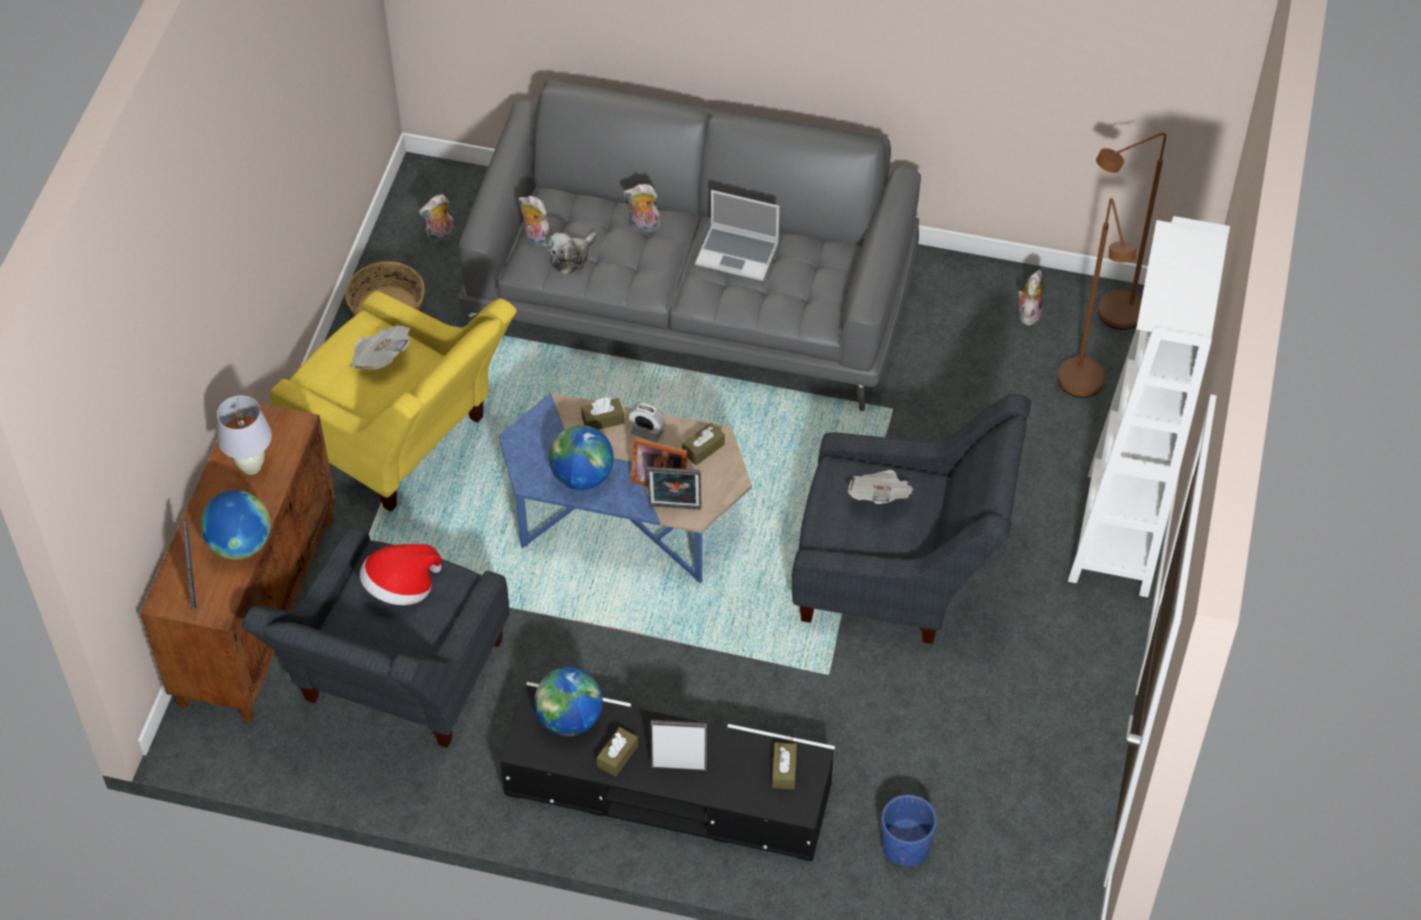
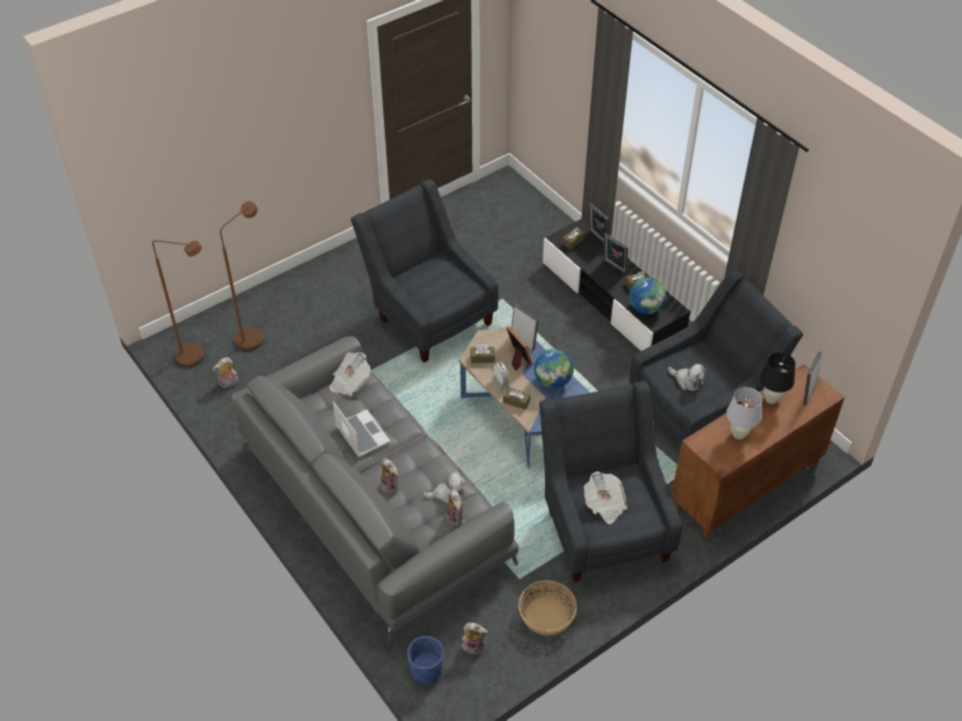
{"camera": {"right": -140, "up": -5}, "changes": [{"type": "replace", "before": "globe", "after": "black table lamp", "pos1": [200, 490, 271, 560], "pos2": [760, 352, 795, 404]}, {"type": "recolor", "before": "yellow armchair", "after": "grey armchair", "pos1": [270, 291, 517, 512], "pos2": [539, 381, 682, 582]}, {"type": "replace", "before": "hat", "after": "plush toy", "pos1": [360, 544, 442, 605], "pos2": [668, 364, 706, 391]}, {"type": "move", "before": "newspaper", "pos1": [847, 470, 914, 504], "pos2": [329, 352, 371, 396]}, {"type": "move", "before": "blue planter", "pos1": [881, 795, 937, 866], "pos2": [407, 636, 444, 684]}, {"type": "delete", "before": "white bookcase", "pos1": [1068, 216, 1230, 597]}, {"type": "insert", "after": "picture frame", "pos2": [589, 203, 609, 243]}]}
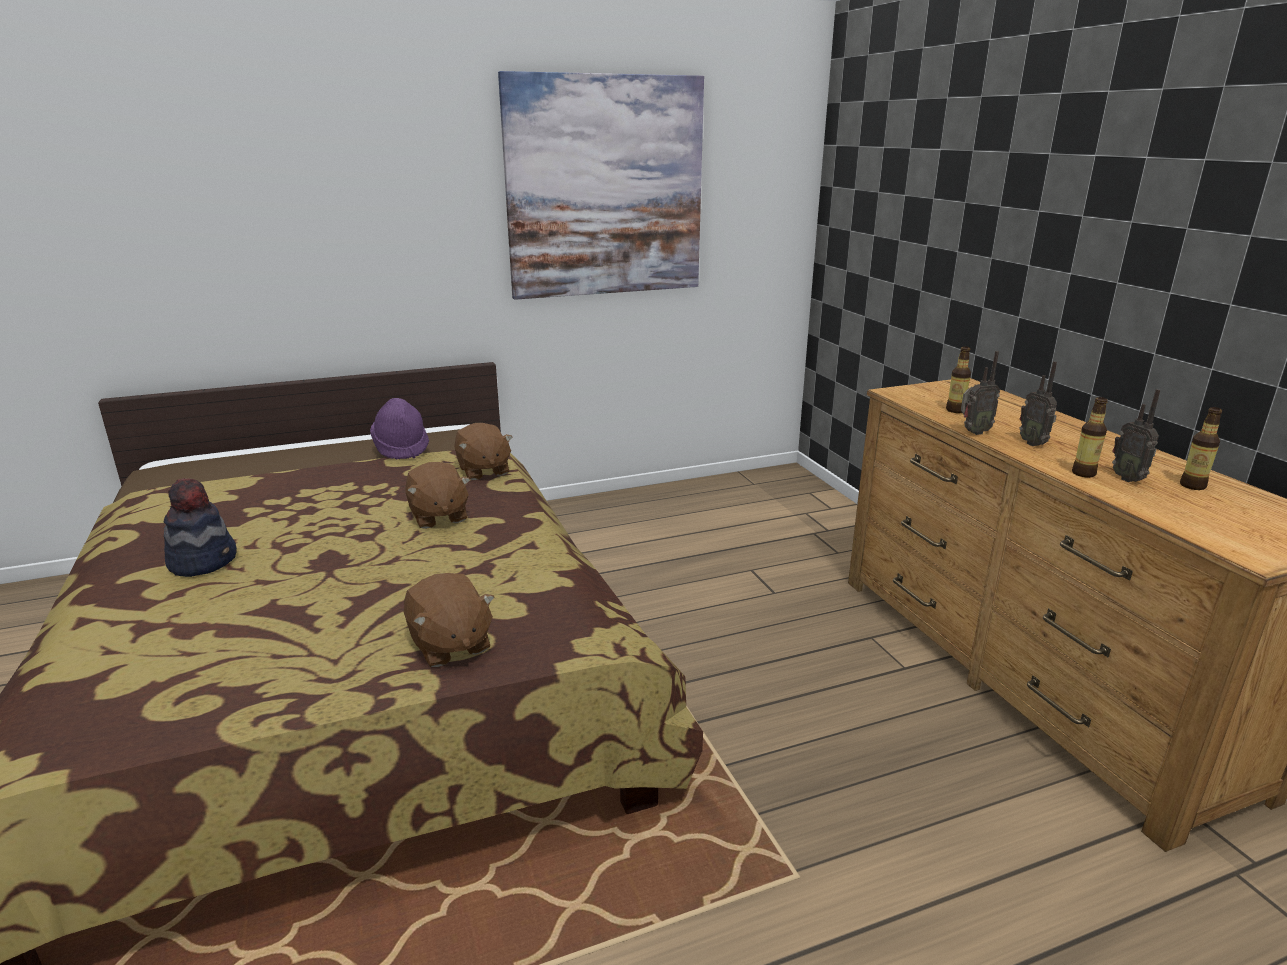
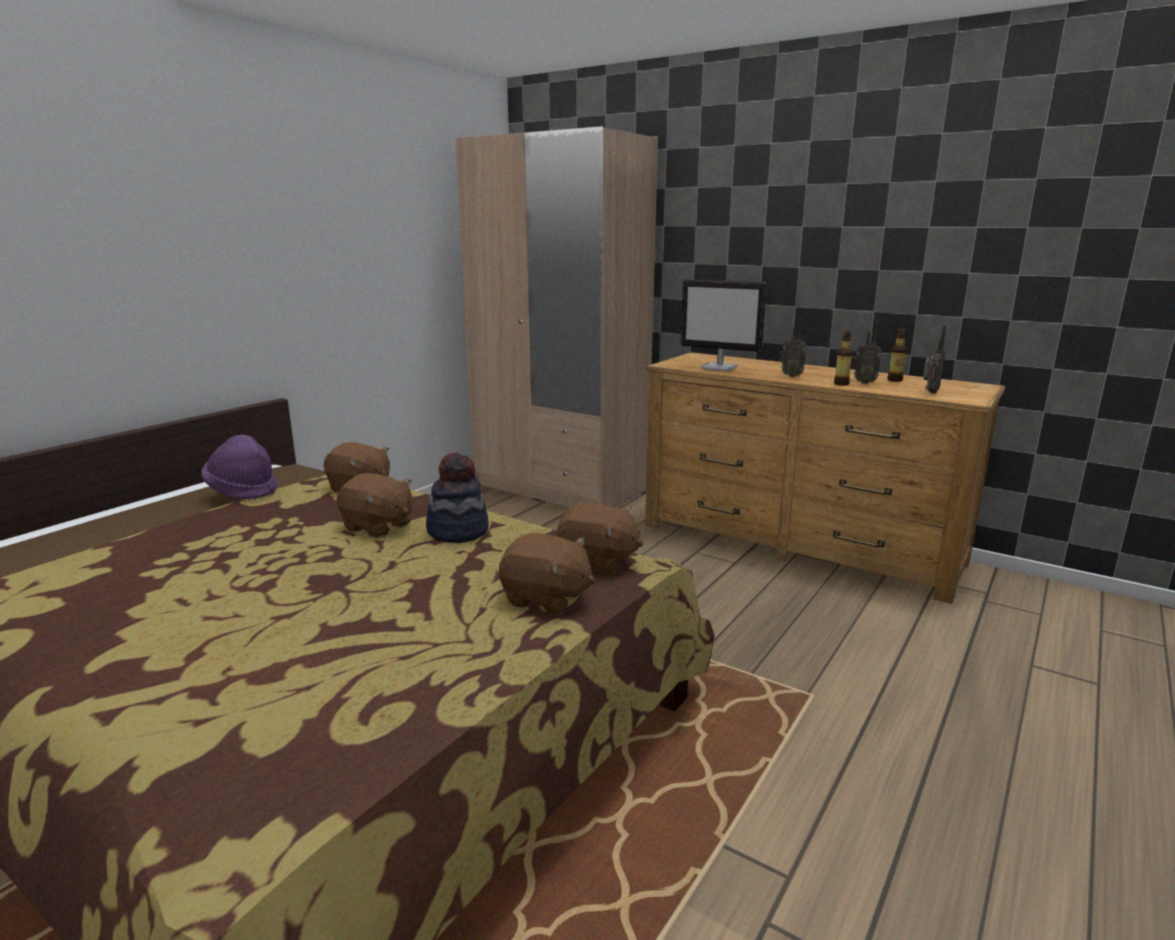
{"camera": {"right": -35, "up": -5}, "changes": [{"type": "move", "before": "hat", "pos1": [164, 478, 237, 577], "pos2": [426, 452, 489, 543]}, {"type": "delete", "before": "picture", "pos1": [498, 71, 704, 300]}, {"type": "replace", "before": "bottle", "after": "monitor", "pos1": [946, 346, 971, 413], "pos2": [680, 279, 767, 371]}, {"type": "move", "before": "radio", "pos1": [961, 351, 1000, 435], "pos2": [923, 325, 946, 394]}, {"type": "insert", "after": "beige wardrobe", "pos2": [456, 126, 658, 508]}, {"type": "insert", "after": "brown plush toy", "pos2": [556, 503, 643, 574]}]}
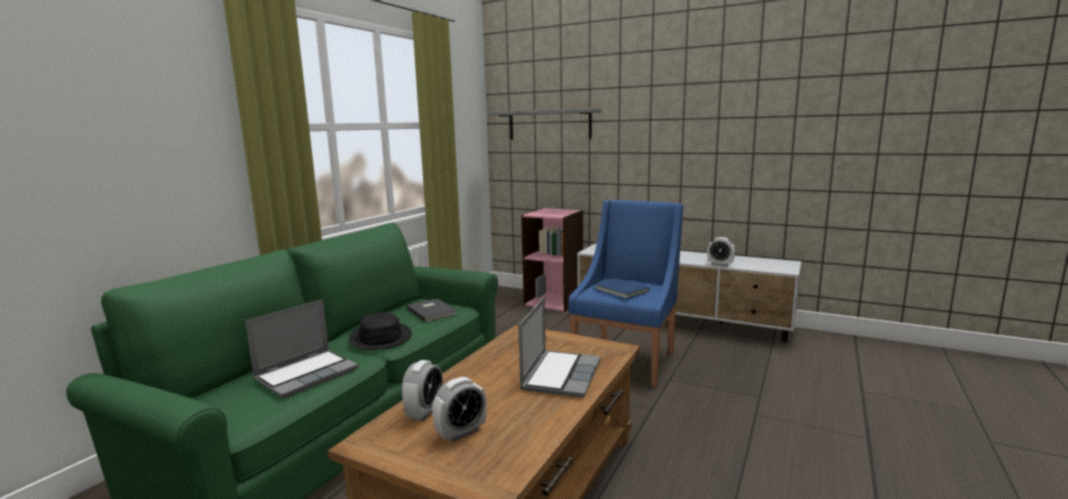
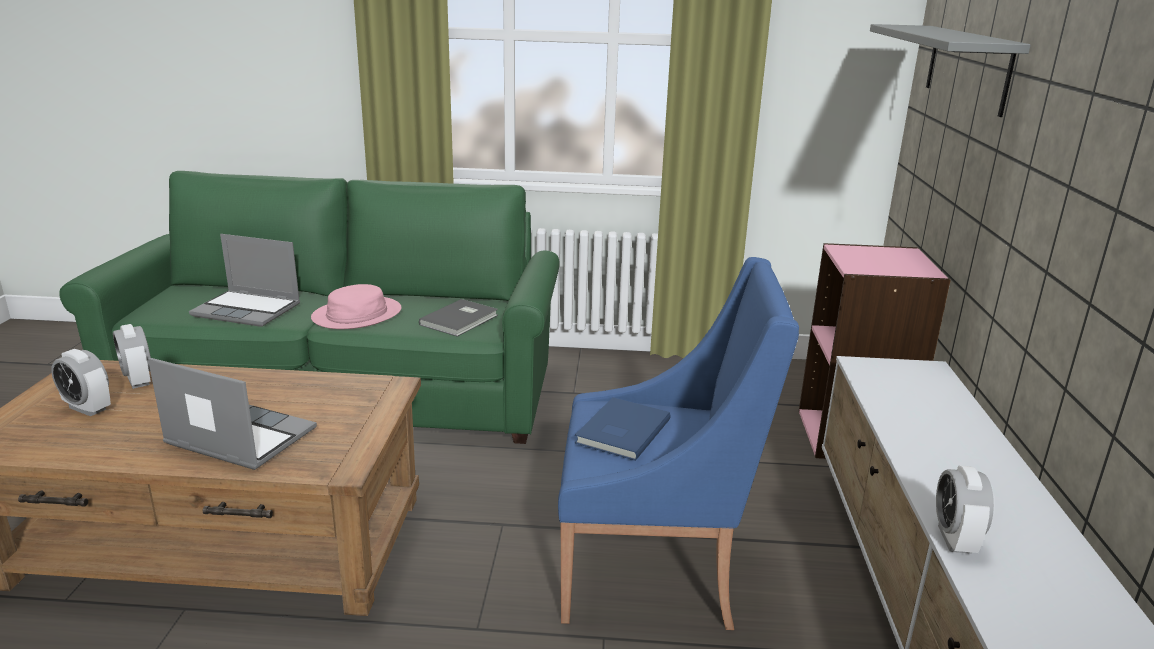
{"camera": {"right": 65, "up": 10}, "changes": [{"type": "recolor", "before": "black hat", "after": "pink hat", "pos1": [349, 312, 412, 350], "pos2": [311, 284, 402, 329]}, {"type": "rotate", "before": "alarm clock", "pos1": [401, 360, 443, 421], "pos2": [113, 324, 151, 389], "turn": 60}, {"type": "rotate", "before": "laptop", "pos1": [518, 297, 601, 398], "pos2": [148, 357, 317, 470], "turn": -150}]}
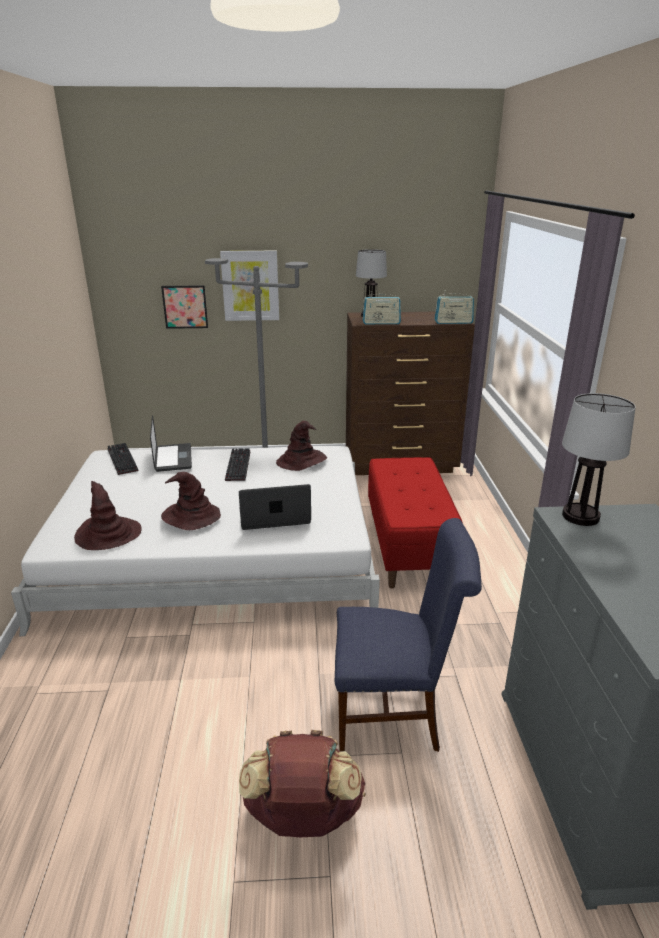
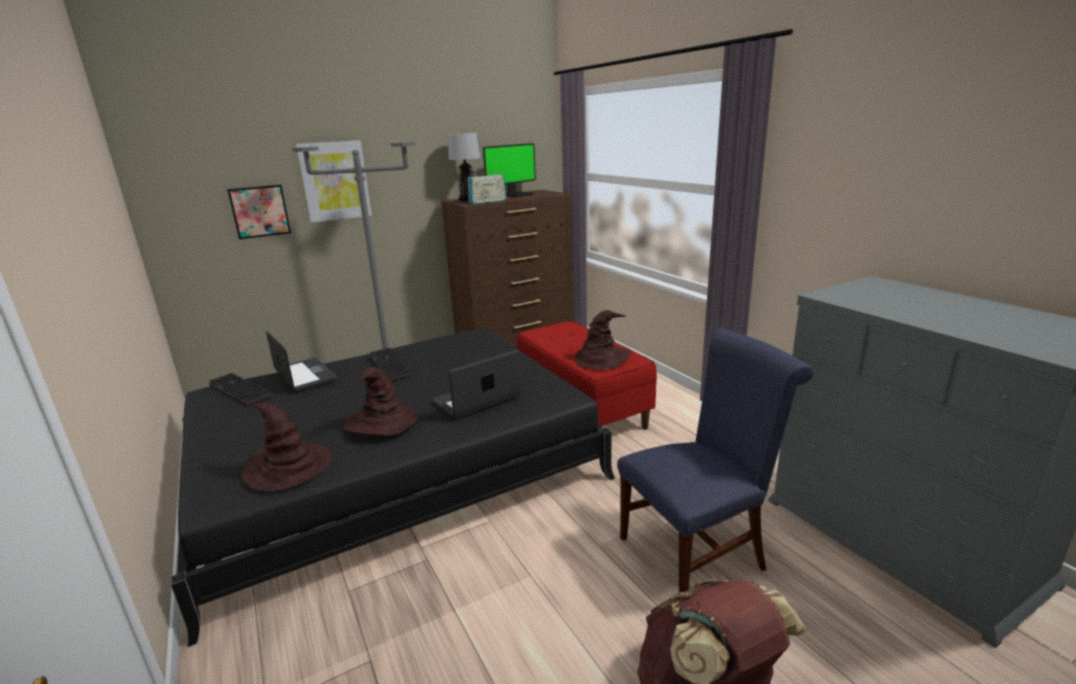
{"camera": {"right": -25, "up": -5}, "changes": [{"type": "recolor", "before": "white bed", "after": "black bed", "pos1": [11, 446, 380, 636], "pos2": [171, 329, 615, 647]}, {"type": "move", "before": "brown hat", "pos1": [276, 421, 327, 471], "pos2": [574, 310, 631, 370]}, {"type": "delete", "before": "radio", "pos1": [434, 293, 474, 324]}, {"type": "delete", "before": "table lamp", "pos1": [562, 393, 636, 526]}, {"type": "insert", "after": "monitor", "pos2": [483, 143, 536, 197]}]}
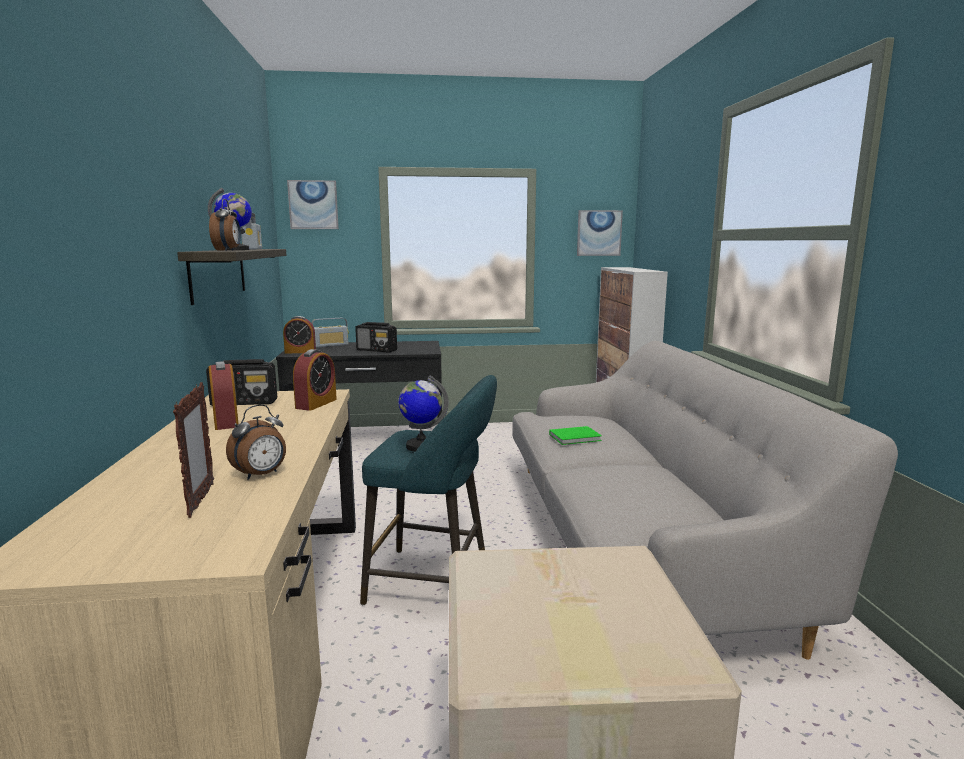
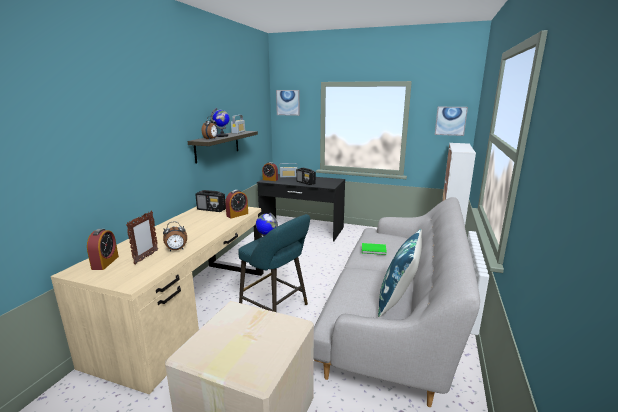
{"camera": {"right": 25, "up": 5}, "changes": [{"type": "move", "before": "alarm clock", "pos1": [209, 361, 238, 430], "pos2": [87, 229, 119, 270]}, {"type": "insert", "after": "blue pillow", "pos2": [378, 229, 422, 317]}]}
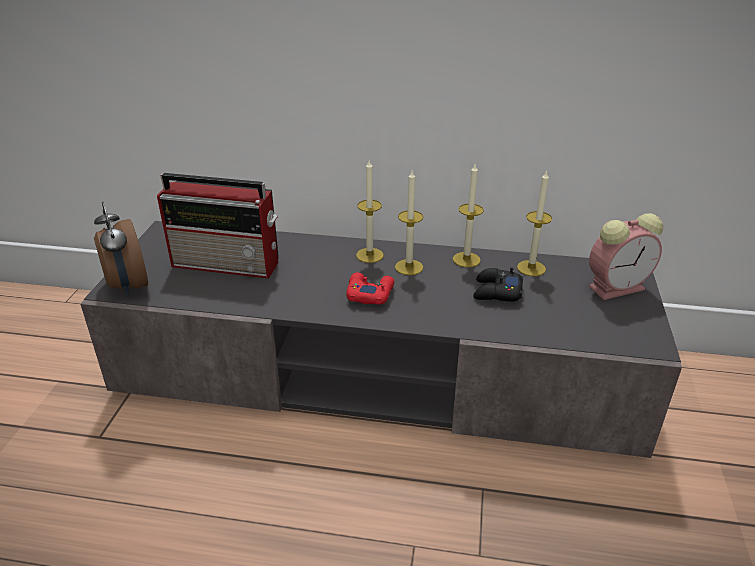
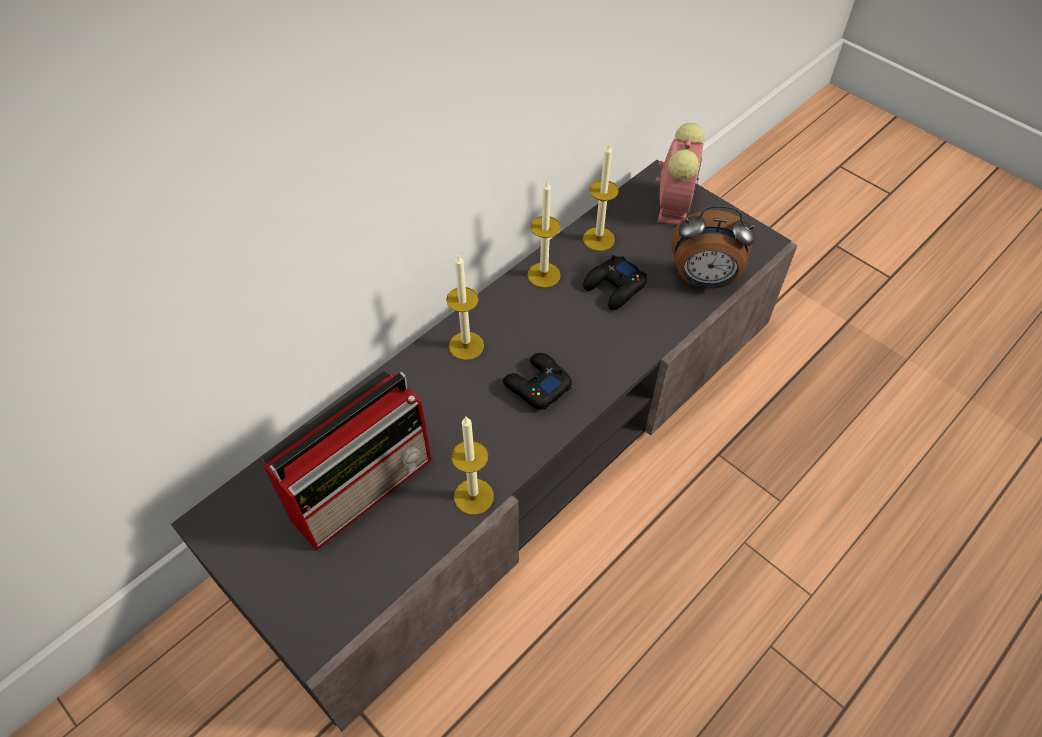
{"camera": {"right": -55, "up": 20}, "changes": [{"type": "move", "before": "alarm clock", "pos1": [94, 202, 148, 296], "pos2": [671, 205, 755, 289]}, {"type": "recolor", "before": "red game controller", "after": "black game controller", "pos1": [346, 273, 394, 305], "pos2": [503, 353, 572, 410]}, {"type": "move", "before": "candle", "pos1": [395, 171, 423, 275], "pos2": [452, 417, 494, 515]}]}
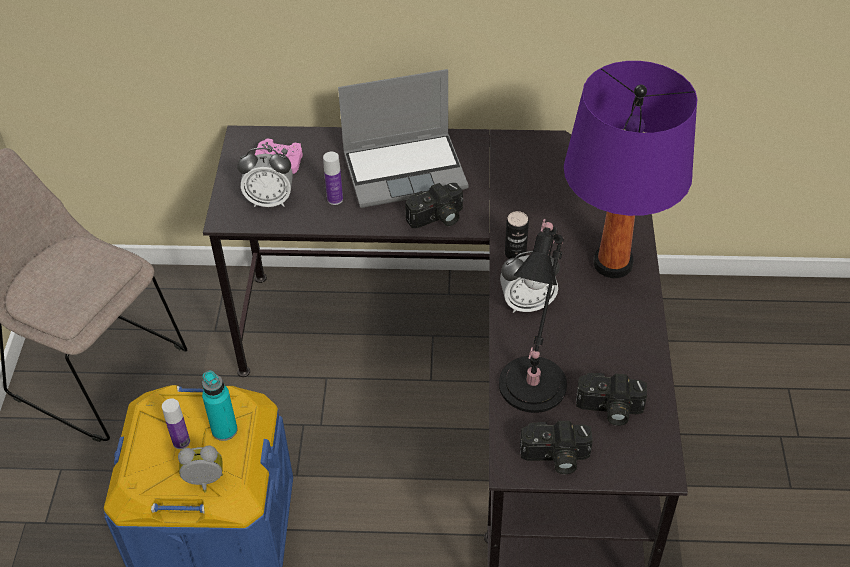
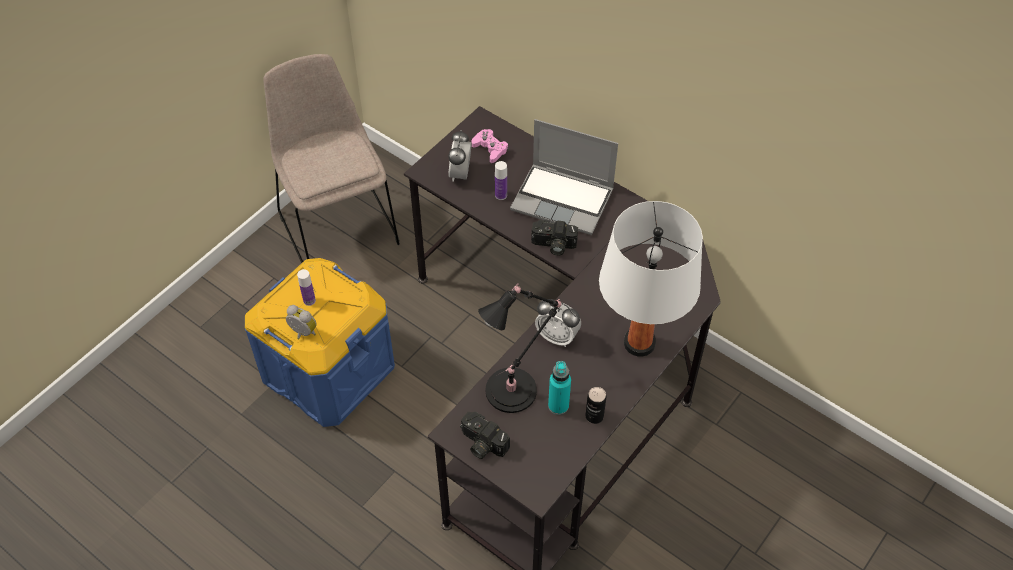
{"camera": {"right": 35, "up": 5}, "changes": [{"type": "move", "before": "turquoise bottle", "pos1": [202, 371, 237, 441], "pos2": [548, 361, 571, 415]}, {"type": "rotate", "before": "alarm clock", "pos1": [237, 148, 293, 207], "pos2": [448, 130, 472, 182], "turn": 60}, {"type": "move", "before": "can", "pos1": [505, 211, 529, 259], "pos2": [586, 387, 606, 424]}, {"type": "recolor", "before": "purple table lamp", "after": "white table lamp", "pos1": [564, 61, 697, 278], "pos2": [599, 201, 703, 357]}, {"type": "delete", "before": "photo camera", "pos1": [576, 373, 647, 426]}]}
